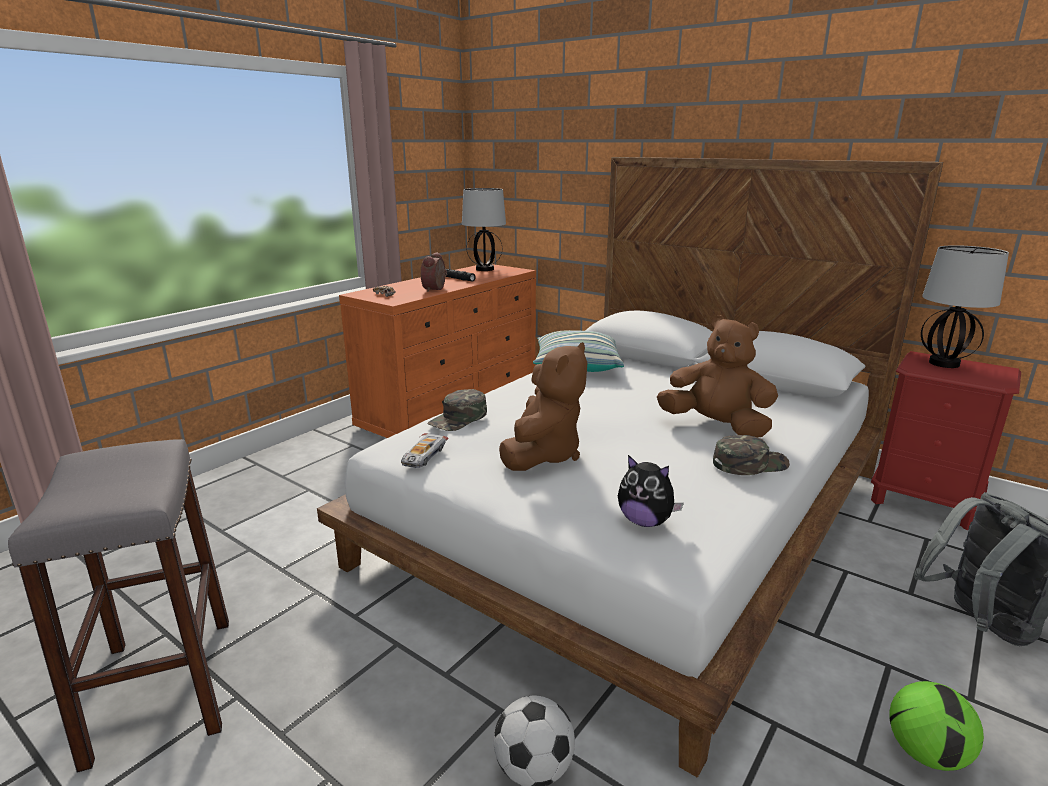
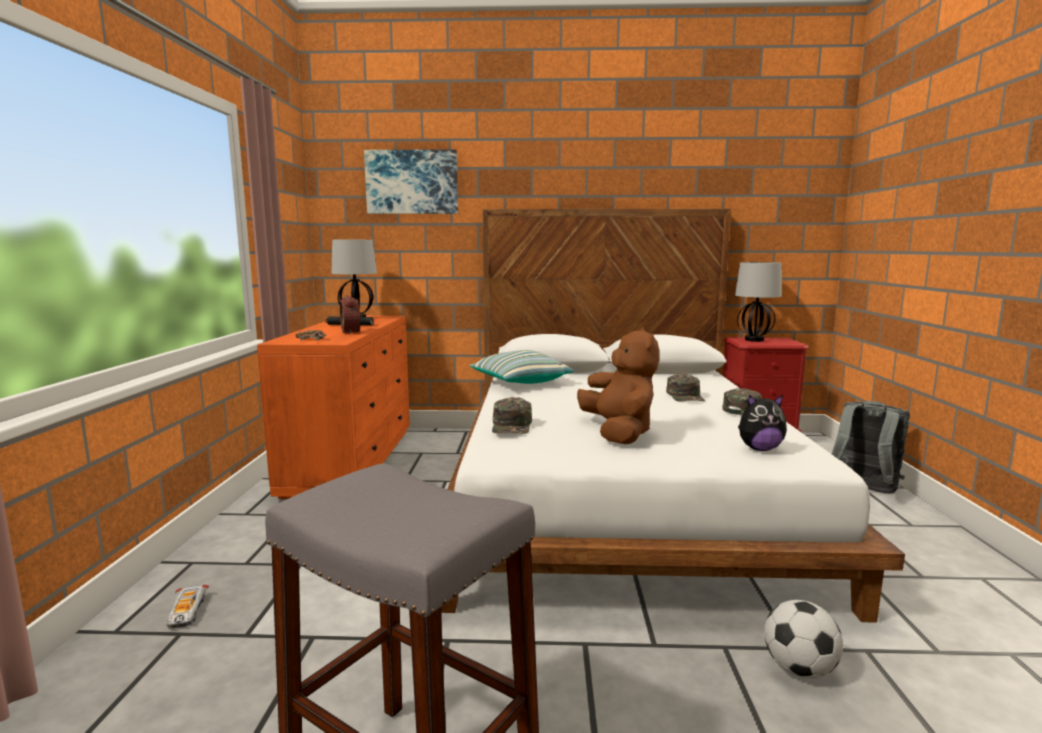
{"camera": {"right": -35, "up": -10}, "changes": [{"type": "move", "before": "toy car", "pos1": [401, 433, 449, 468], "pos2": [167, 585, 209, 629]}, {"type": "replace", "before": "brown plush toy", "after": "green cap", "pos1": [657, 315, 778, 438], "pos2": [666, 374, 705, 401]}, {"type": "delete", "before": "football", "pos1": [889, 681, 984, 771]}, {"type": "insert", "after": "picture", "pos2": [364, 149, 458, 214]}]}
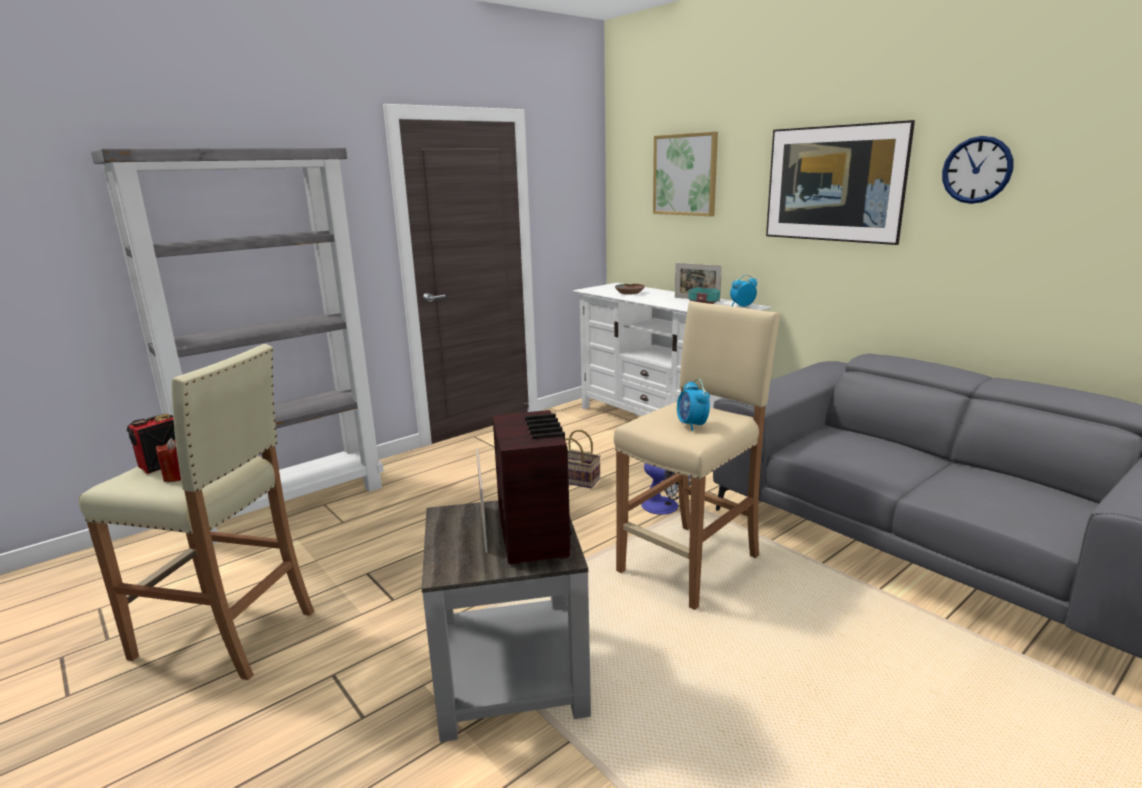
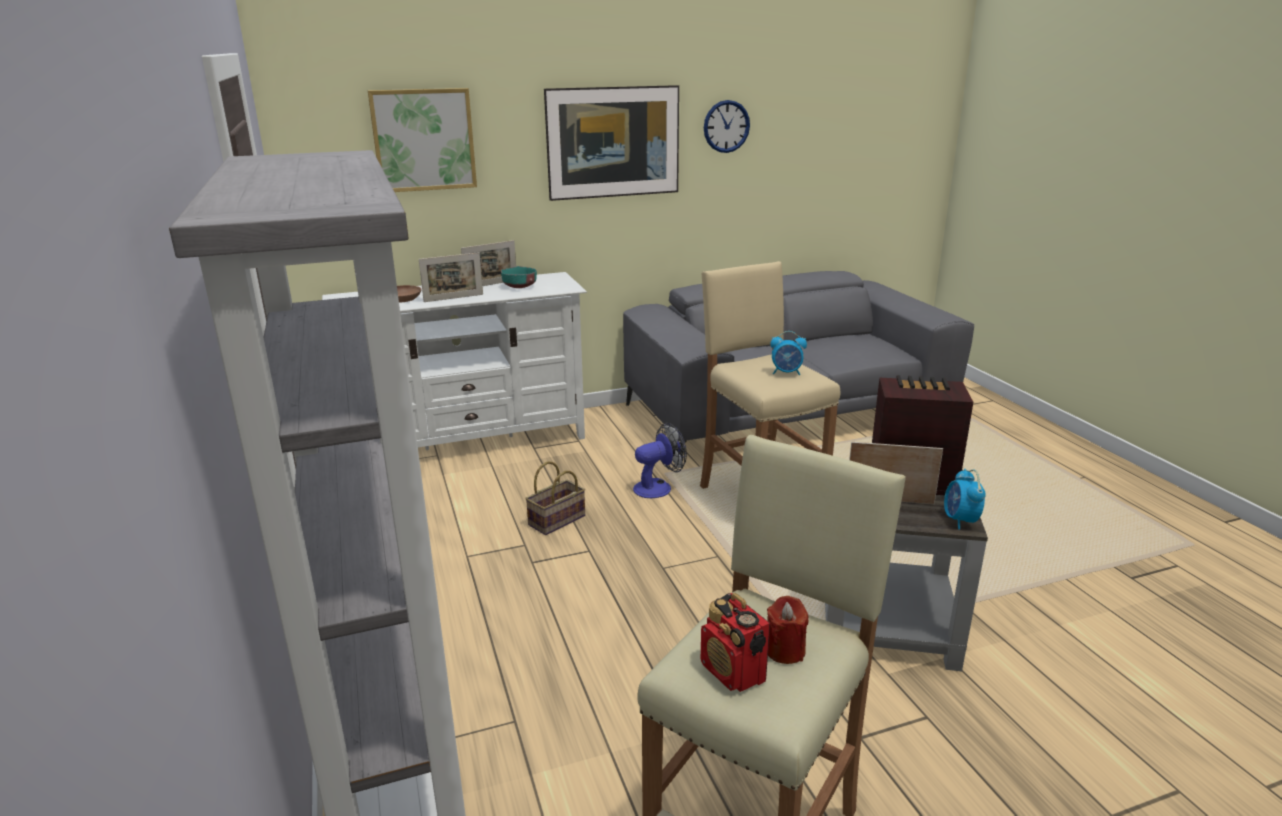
{"camera": {"right": -70, "up": 5}, "changes": [{"type": "move", "before": "alarm clock", "pos1": [730, 275, 757, 307], "pos2": [944, 469, 986, 529]}, {"type": "insert", "after": "picture frame", "pos2": [419, 252, 483, 302]}]}
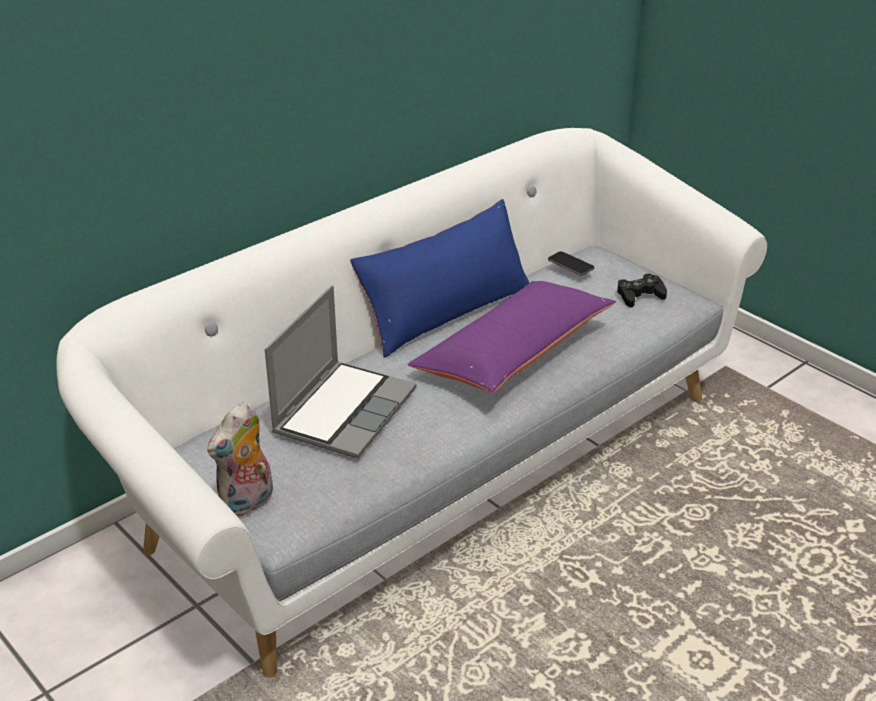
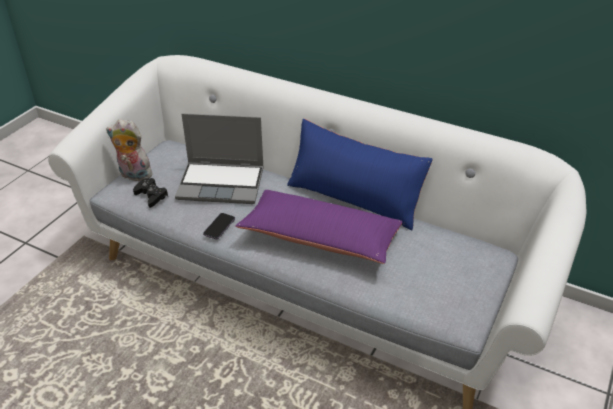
{"camera": {"right": 70, "up": 5}, "changes": [{"type": "move", "before": "phone", "pos1": [548, 251, 594, 276], "pos2": [203, 213, 235, 239]}, {"type": "move", "before": "black game controller", "pos1": [617, 273, 667, 308], "pos2": [133, 178, 168, 208]}]}
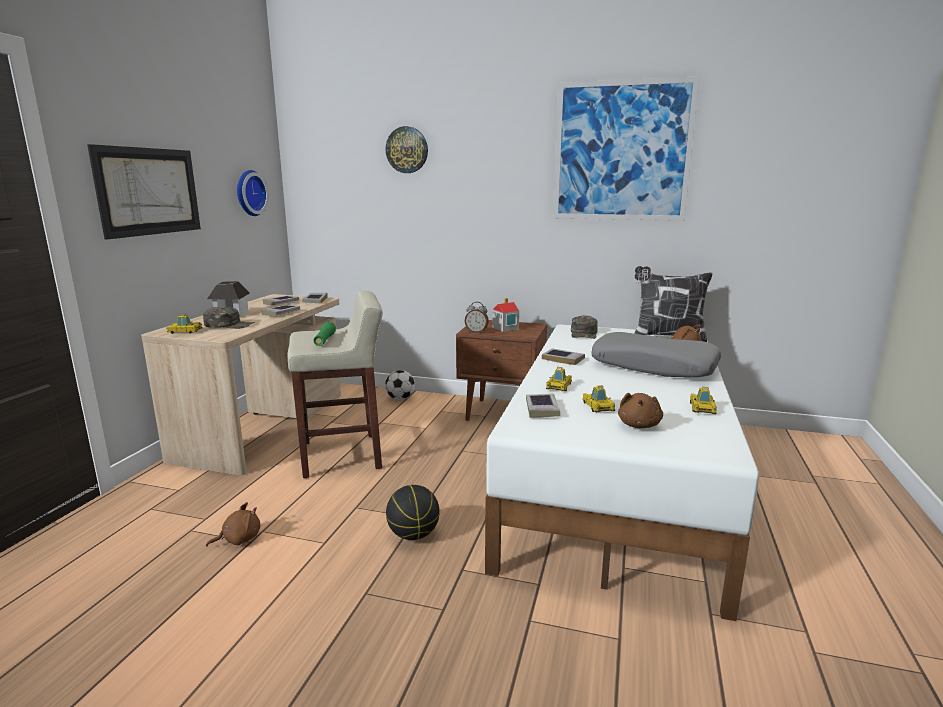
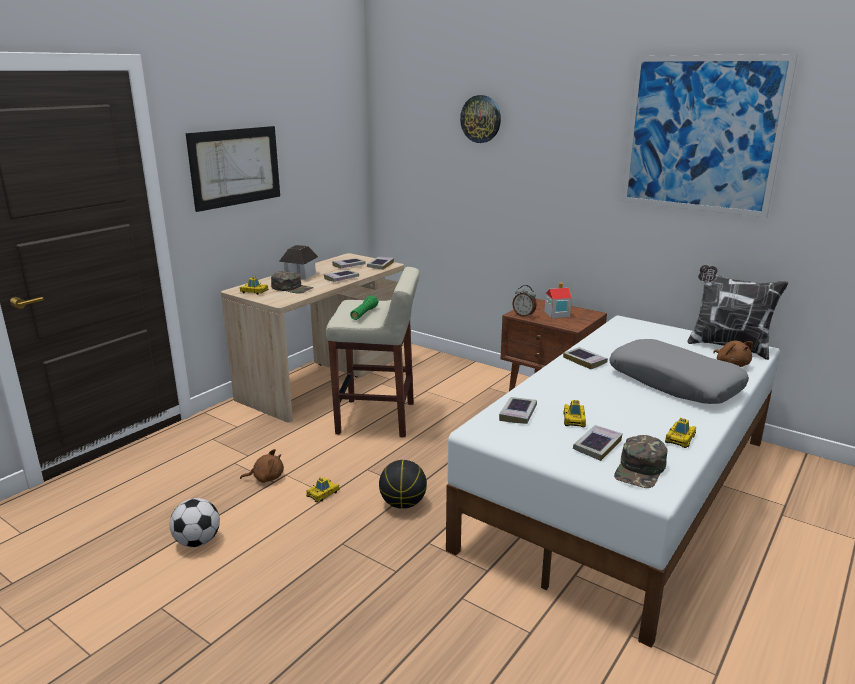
{"camera": {"right": 20, "up": 5}, "changes": [{"type": "delete", "before": "wall clock", "pos1": [237, 170, 269, 216]}, {"type": "move", "before": "football", "pos1": [385, 370, 415, 400], "pos2": [170, 498, 220, 547]}, {"type": "move", "before": "toy car", "pos1": [546, 367, 572, 391], "pos2": [306, 477, 340, 502]}, {"type": "move", "before": "green cap", "pos1": [571, 315, 598, 339], "pos2": [614, 435, 668, 488]}, {"type": "replace", "before": "brown plush toy", "after": "book", "pos1": [618, 393, 663, 428], "pos2": [573, 425, 622, 461]}]}
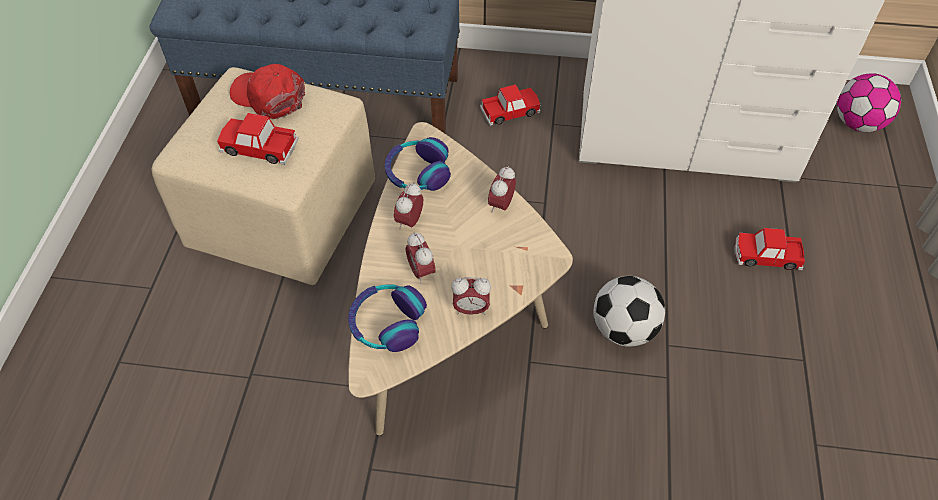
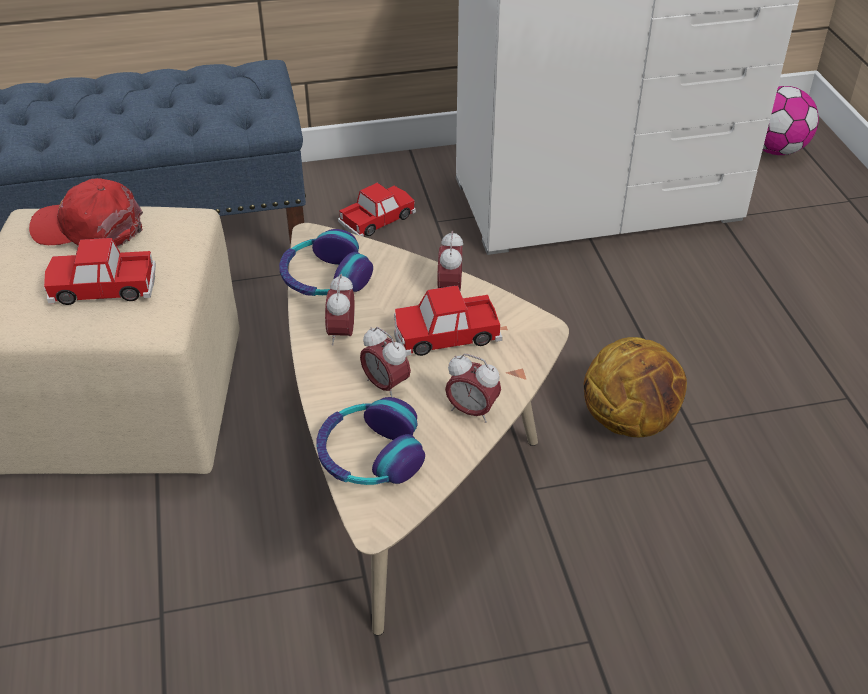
{"camera": {"right": -20, "up": -10}, "changes": [{"type": "rotate", "before": "alarm clock", "pos1": [451, 277, 491, 315], "pos2": [445, 354, 501, 423], "turn": 45}, {"type": "replace", "before": "football", "after": "basketball", "pos1": [594, 276, 665, 347], "pos2": [584, 337, 687, 437]}, {"type": "move", "before": "toy car", "pos1": [734, 228, 805, 270], "pos2": [394, 286, 502, 356]}]}
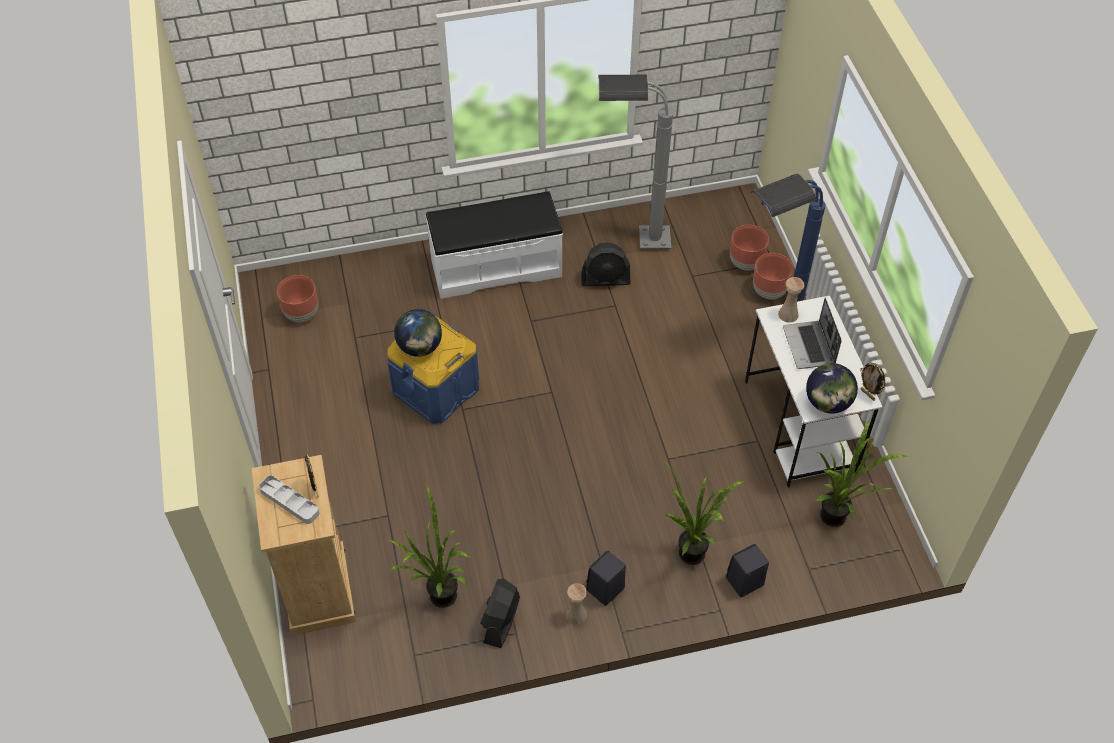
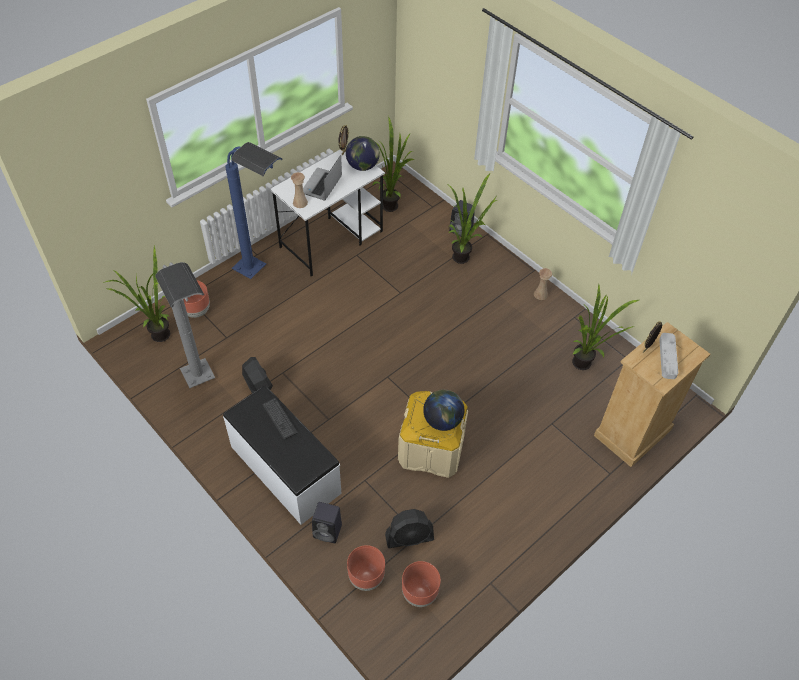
{"camera": {"right": -120, "up": 0}, "changes": [{"type": "recolor", "before": "blue storage box", "after": "beige storage box", "pos1": [387, 316, 479, 424], "pos2": [398, 391, 468, 478]}, {"type": "move", "before": "black fan", "pos1": [481, 578, 520, 648], "pos2": [385, 509, 434, 548]}, {"type": "move", "before": "black speaker", "pos1": [586, 550, 626, 606], "pos2": [312, 502, 342, 543]}, {"type": "move", "before": "brown planter", "pos1": [753, 253, 793, 299], "pos2": [347, 545, 385, 591]}, {"type": "rotate", "before": "laptop", "pos1": [783, 298, 842, 369], "pos2": [303, 155, 342, 200], "turn": 150}, {"type": "insert", "after": "potted plant", "pos2": [104, 246, 170, 342]}, {"type": "insert", "after": "keyboard", "pos2": [263, 398, 298, 440]}]}
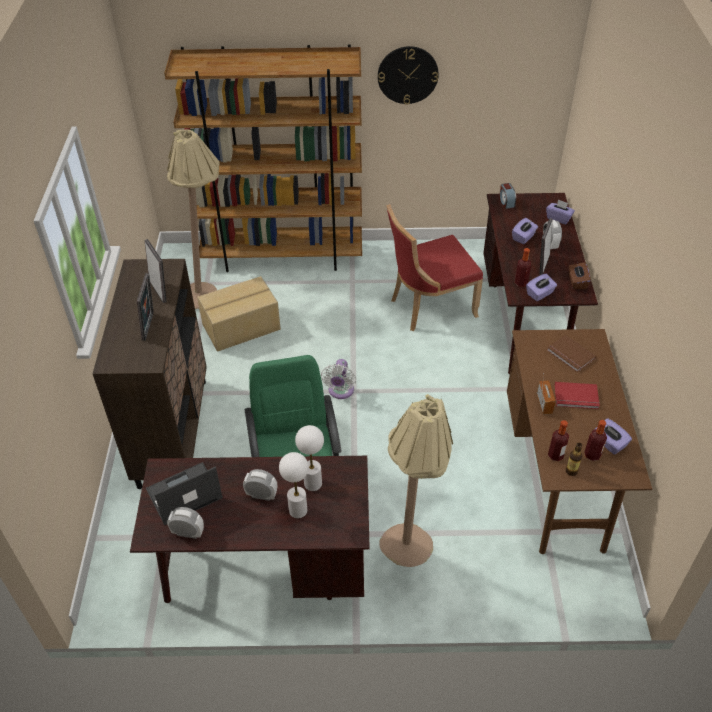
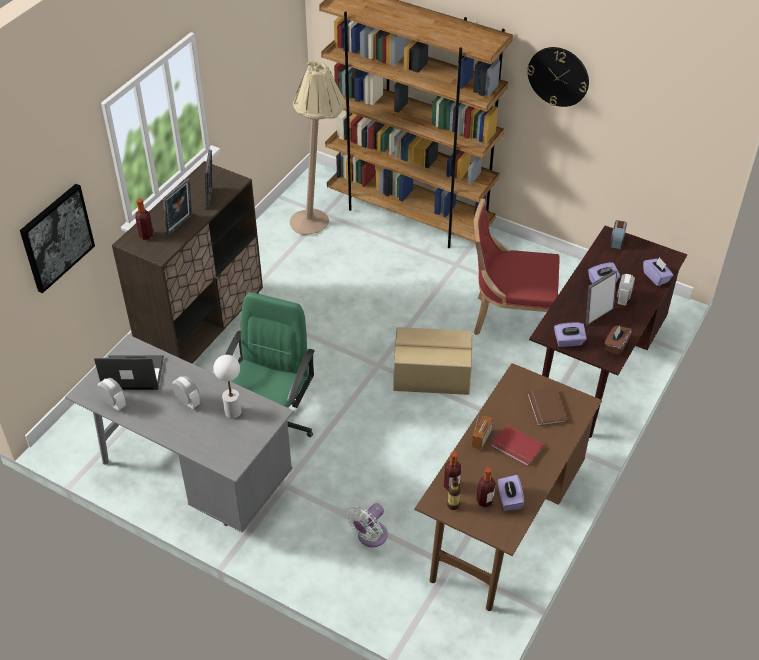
{"camera": {"right": 30, "up": 0}, "changes": [{"type": "recolor", "before": "brown desk", "after": "grey desk", "pos1": [130, 456, 370, 603], "pos2": [65, 335, 294, 533]}, {"type": "move", "before": "cardboard box", "pos1": [197, 276, 281, 352], "pos2": [393, 327, 472, 395]}, {"type": "delete", "before": "white table lamp", "pos1": [279, 452, 309, 518]}, {"type": "move", "before": "white fan", "pos1": [321, 359, 356, 399], "pos2": [347, 503, 388, 547]}, {"type": "delete", "before": "beige floor lamp", "pos1": [379, 394, 453, 567]}, {"type": "move", "before": "bottle", "pos1": [515, 248, 531, 287], "pos2": [135, 199, 153, 240]}, {"type": "insert", "after": "picture", "pos2": [20, 184, 95, 293]}]}
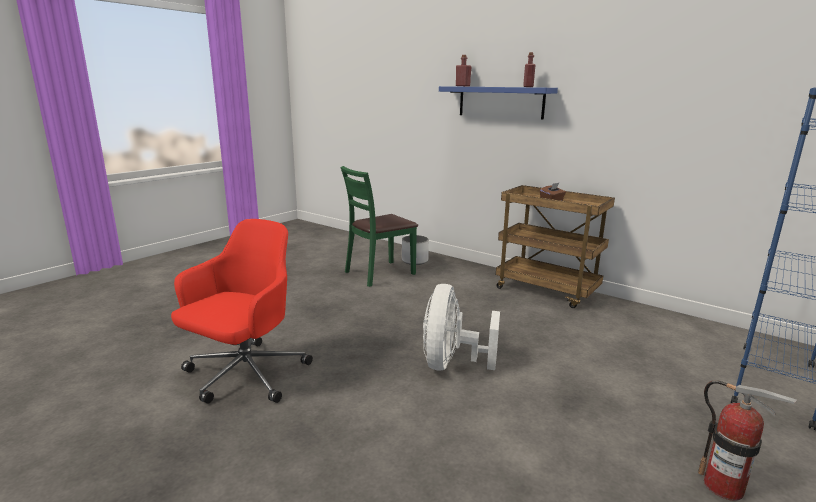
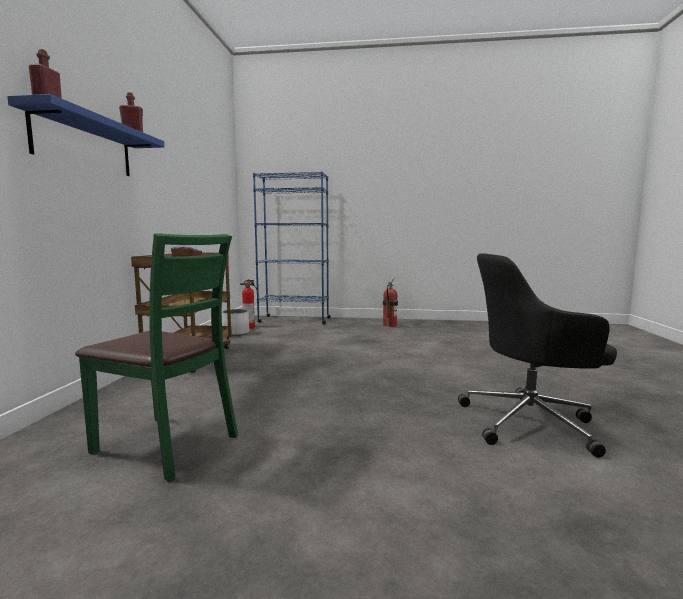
{"camera": {"right": -120, "up": -10}, "changes": [{"type": "recolor", "before": "red office chair", "after": "black office chair", "pos1": [171, 219, 313, 404], "pos2": [458, 253, 617, 458]}, {"type": "move", "before": "white planter", "pos1": [402, 235, 429, 265], "pos2": [222, 309, 249, 336]}, {"type": "delete", "before": "white fan", "pos1": [423, 284, 500, 370]}, {"type": "insert", "after": "fire extinguisher", "pos2": [240, 280, 257, 329]}]}
